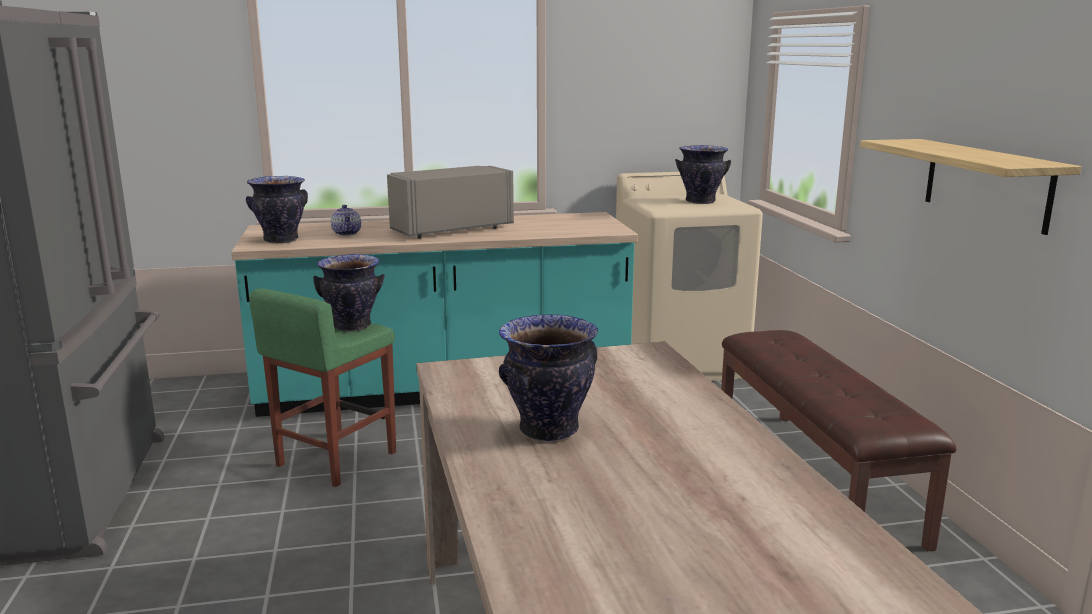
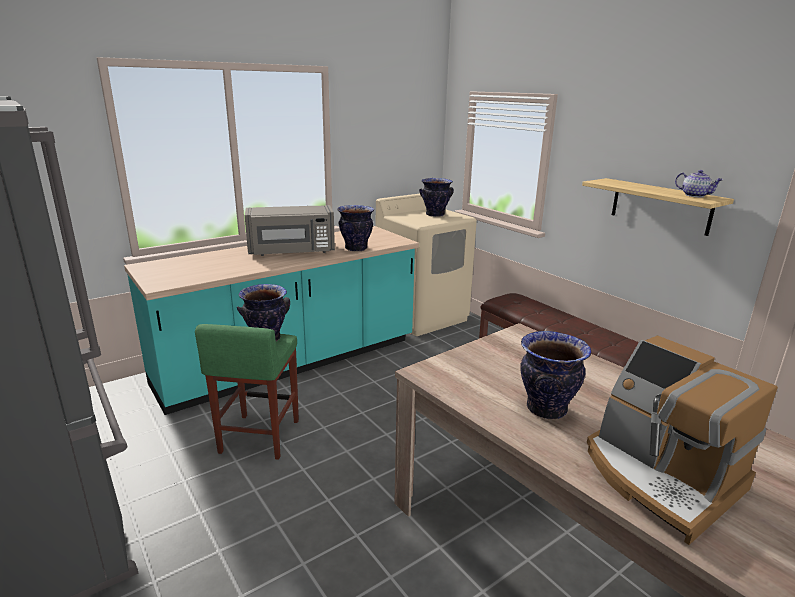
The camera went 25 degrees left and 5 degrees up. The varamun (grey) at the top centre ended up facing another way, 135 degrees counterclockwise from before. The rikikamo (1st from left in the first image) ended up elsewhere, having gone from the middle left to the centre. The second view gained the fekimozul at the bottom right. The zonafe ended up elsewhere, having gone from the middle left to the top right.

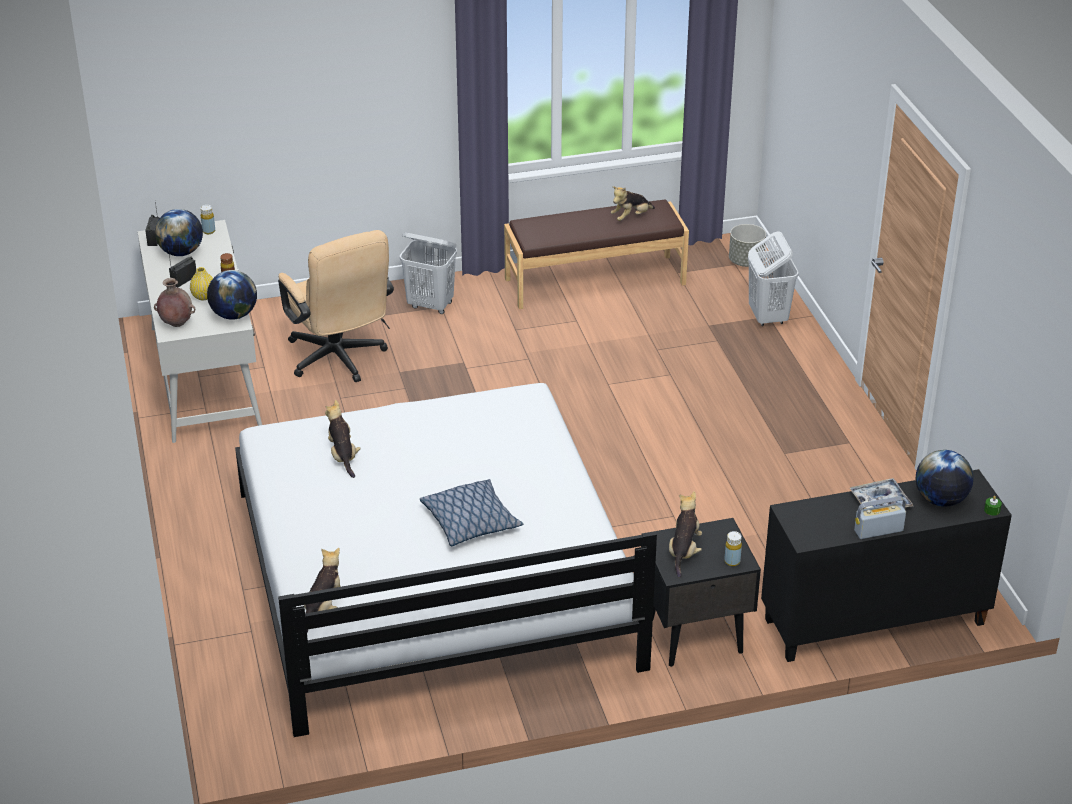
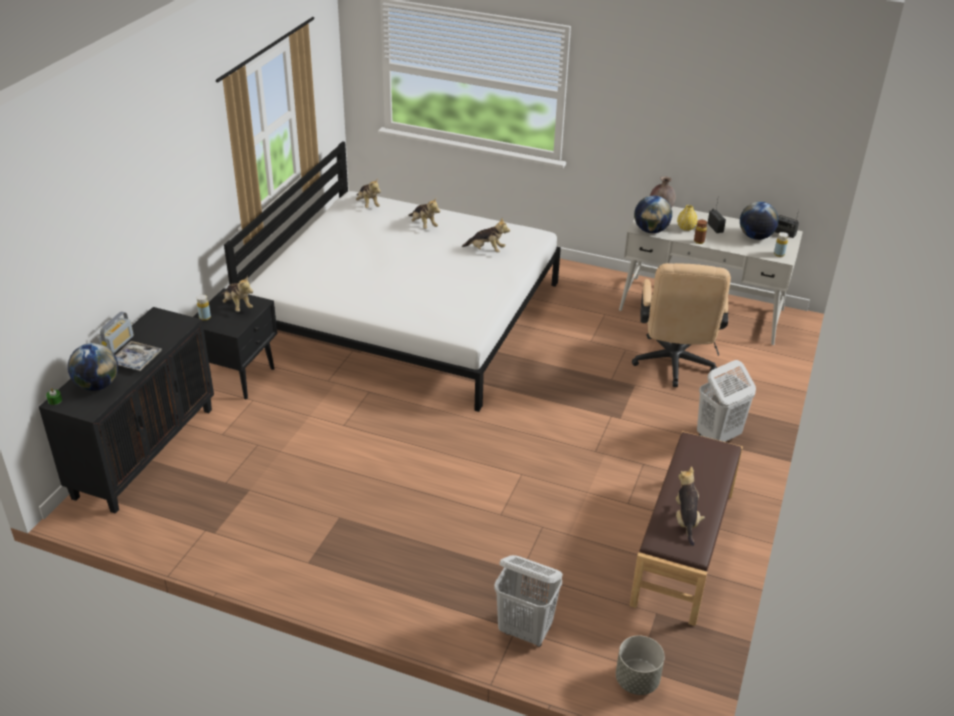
The camera went 125 degrees right and 0 degrees up. The second view gained the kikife (3rd from left) at the top centre. The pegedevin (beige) at the middle left ended up facing another way, 90 degrees counterclockwise from before. The second view lost the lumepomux at the centre.

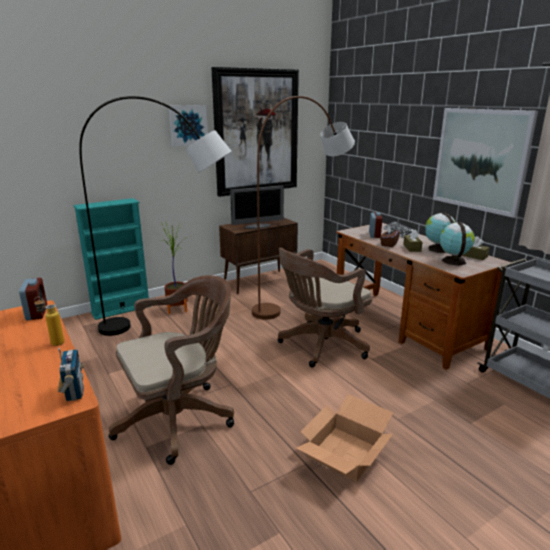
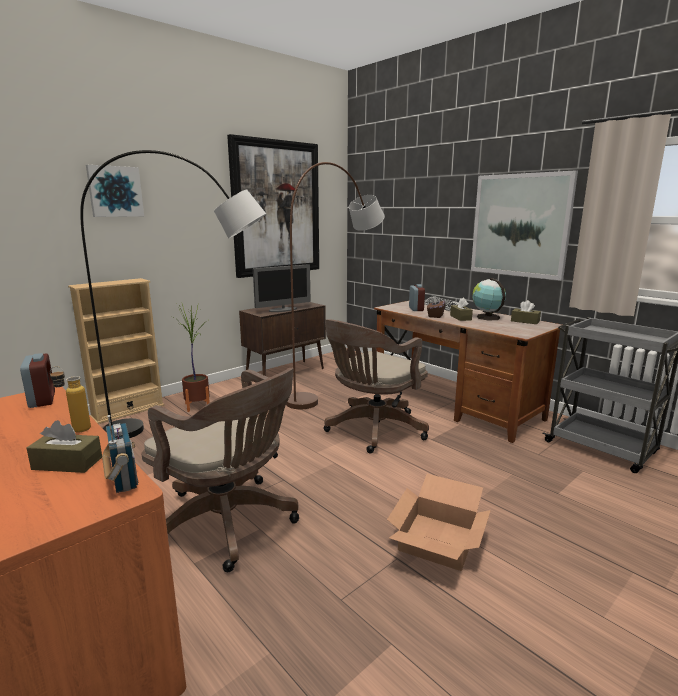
The camera went 10 degrees left and 5 degrees down. The second view gained the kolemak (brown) (1st from left) at the middle left. What was the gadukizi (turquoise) at the middle left turned into the gadukizi (beige) at the middle left. The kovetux (1st from left) ended up elsewhere, having gone from the top centre to the top left. The pegedevin (brown) (1st from left) at the bottom left ended up facing another way, 75 degrees clockwise from before. The second view lost the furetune (2nd from left) at the middle right.

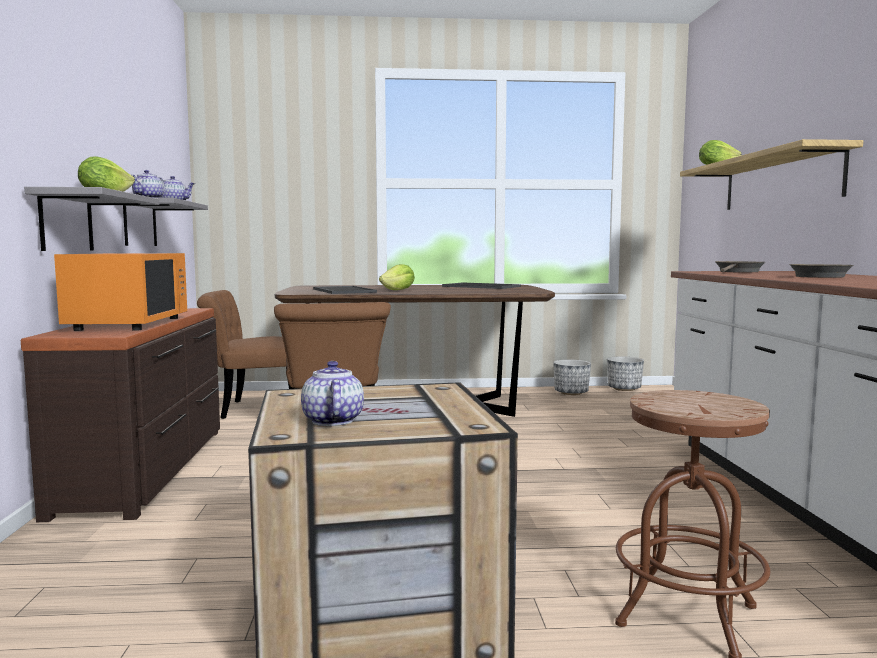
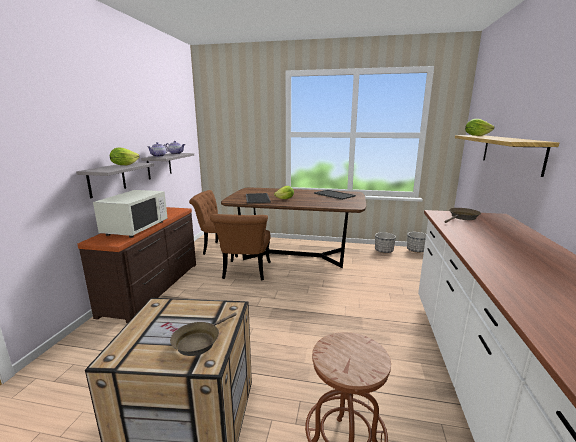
The camera went 15 degrees right and 10 degrees up. What was the varamun (orange) at the middle left turned into the varamun (white) at the middle left. The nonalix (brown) (2nd from left in the first image) ended up elsewhere, having gone from the middle right to the bottom centre. The second view lost the zonafe (3rd from left) at the centre.

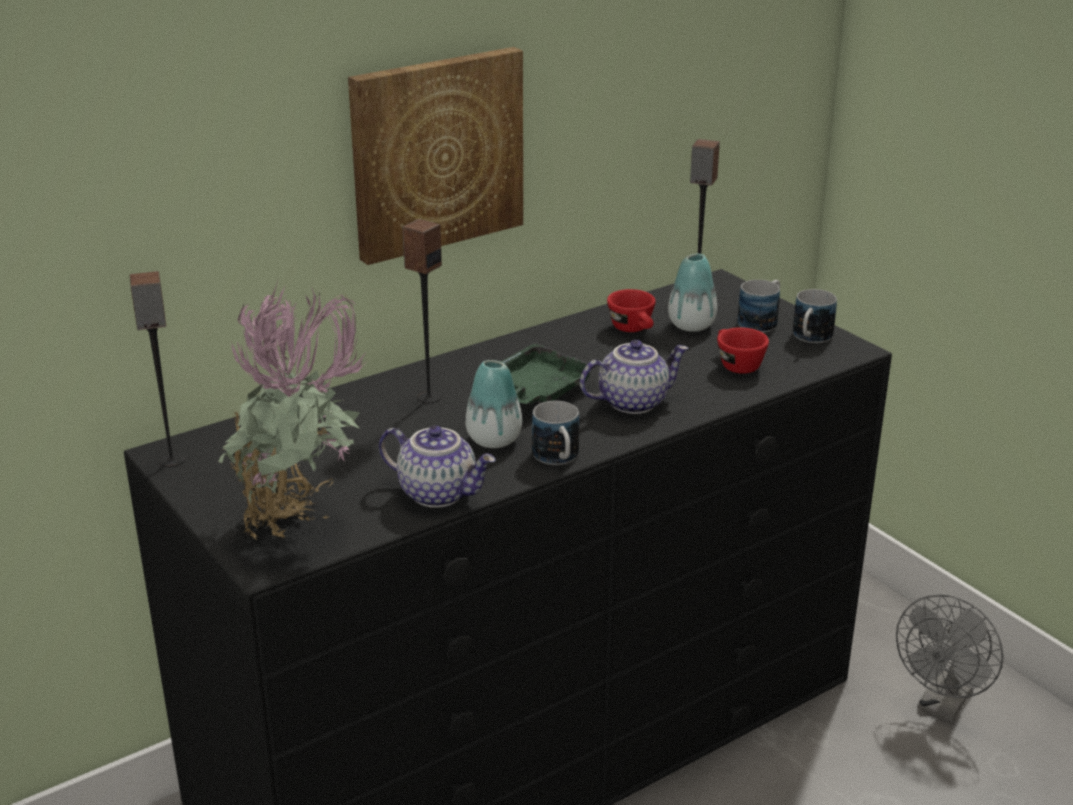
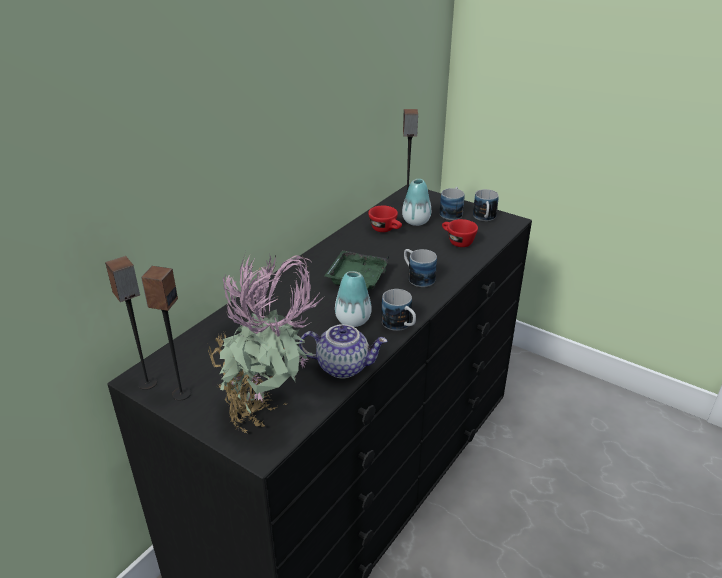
The camera went 20 degrees left and 5 degrees up. The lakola (2nd from left) ended up elsewhere, having gone from the centre to the middle left. Where the zonafe (2nd from left) stood at the centre, the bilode (2nd from left) came to stand at the centre. The second view lost the kovetux at the top centre. The second view lost the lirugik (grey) at the bottom right.

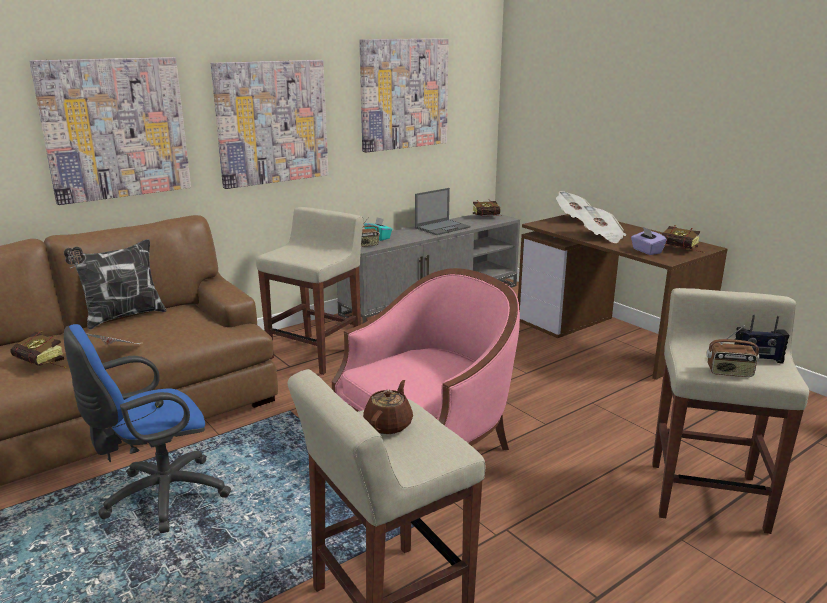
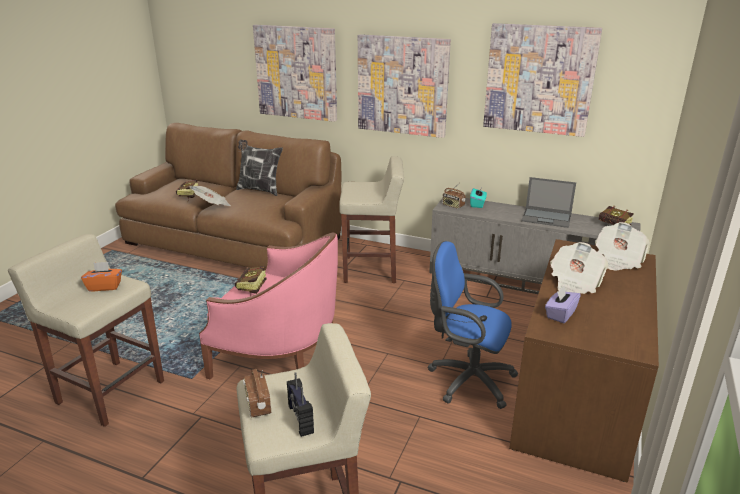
The camera went 60 degrees right and 5 degrees up. Where the zonafe (brown) stood at the bottom centre, the kolemak (orange) came to stand at the middle left. The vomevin (3rd from left in the first image) ended up elsewhere, having gone from the middle right to the centre. The pegedevin (blue) ended up elsewhere, having gone from the bottom left to the centre.

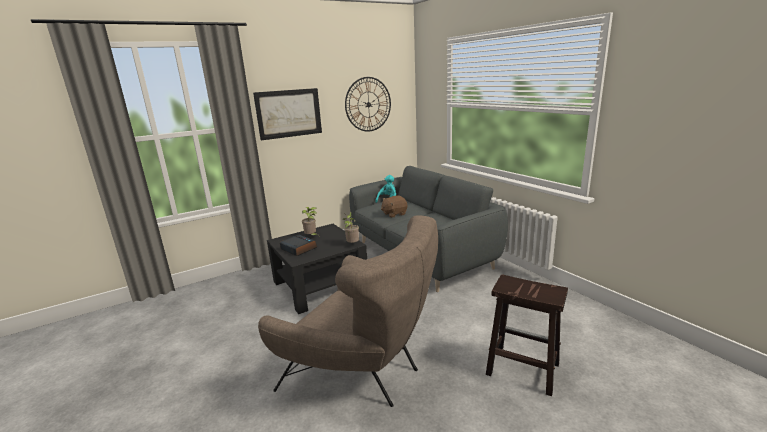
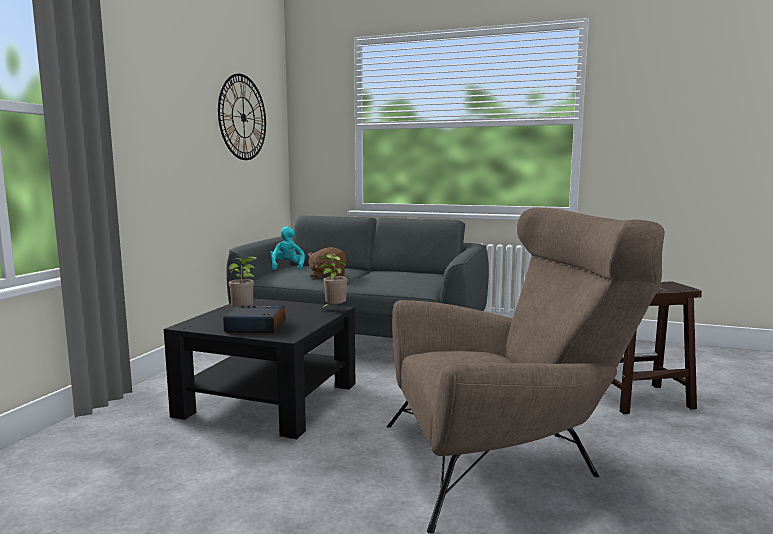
The camera went 40 degrees left and 10 degrees down. The second view lost the kovetux at the top centre.

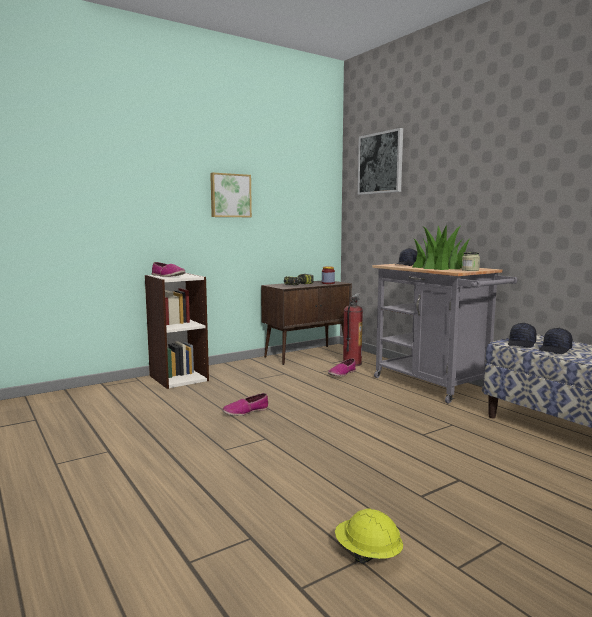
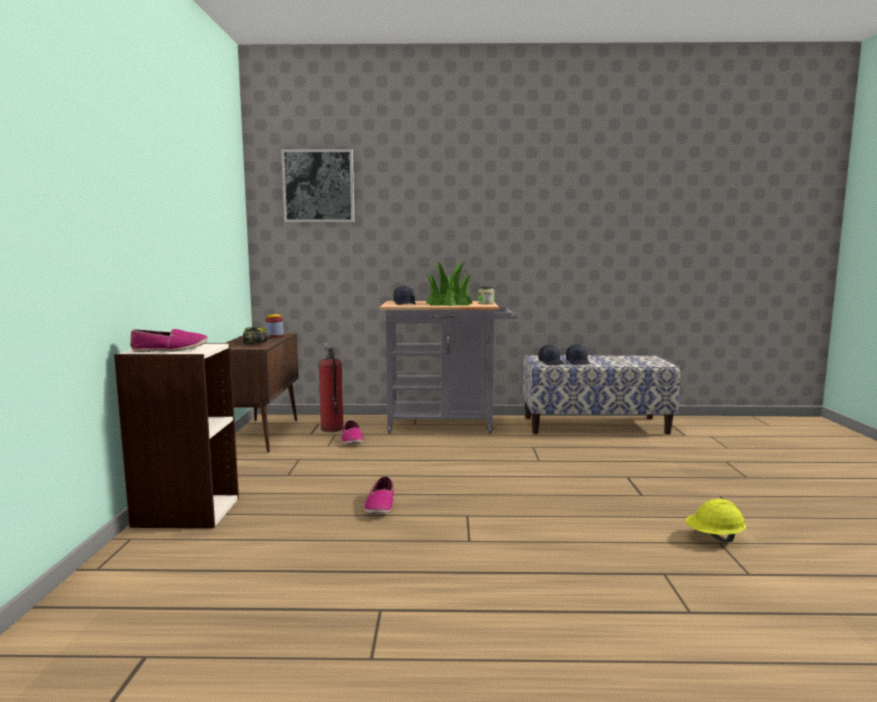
The camera went 55 degrees left and 0 degrees up. The second view lost the kovetux (1st from left) at the top centre.

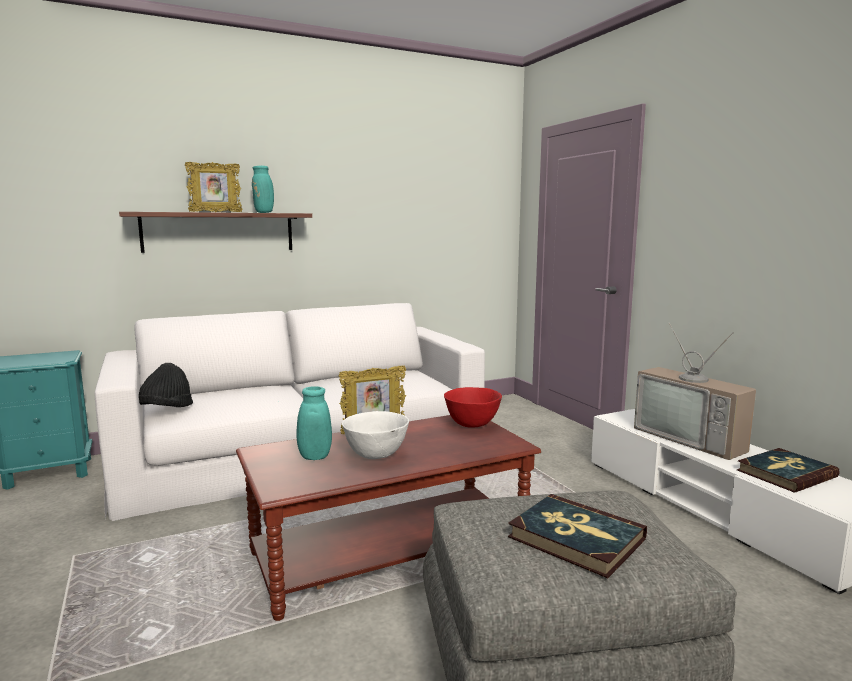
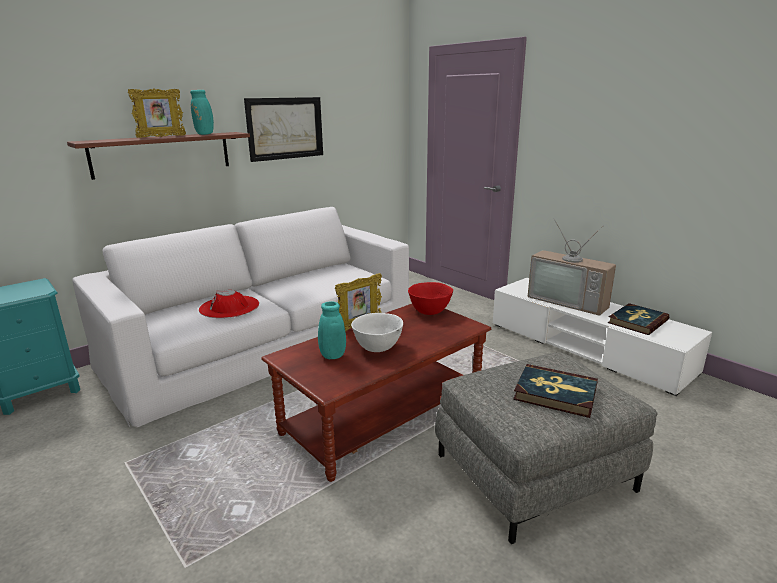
The camera went 15 degrees left and 10 degrees up. The second view gained the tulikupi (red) at the middle left. The second view gained the kovetux at the top centre. The second view lost the tulikupi (black) at the middle left.

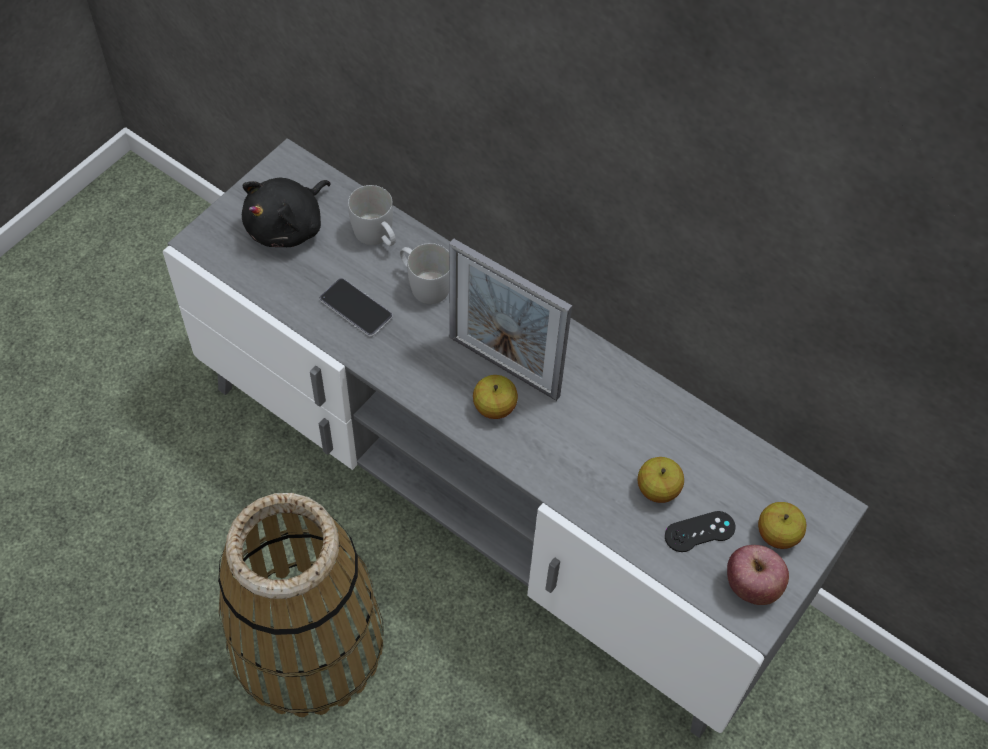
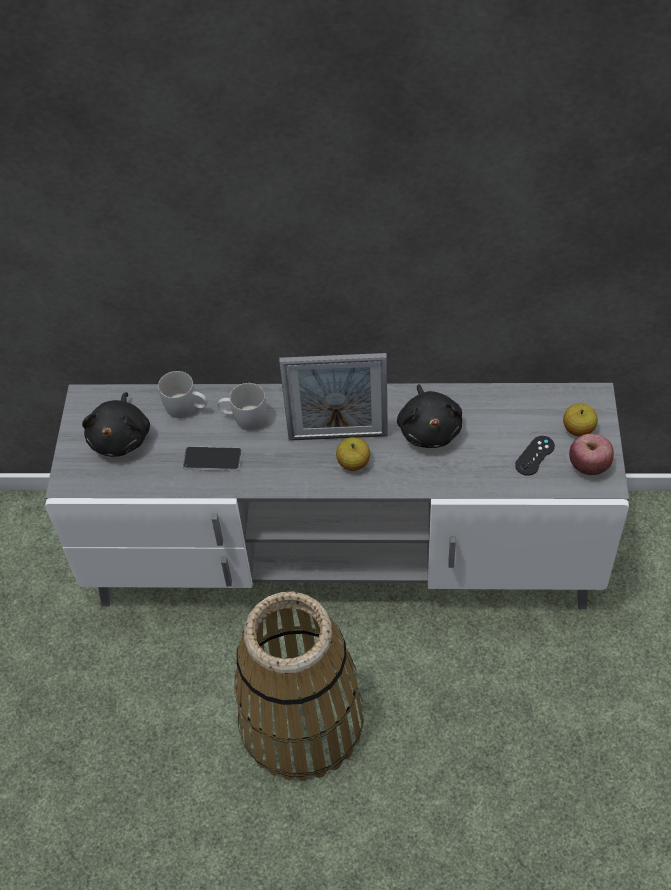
The camera went 30 degrees left and 5 degrees down. The second view gained the kikife (black) (2nd from left) at the centre. The second view lost the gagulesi (2nd from left) at the middle right.

